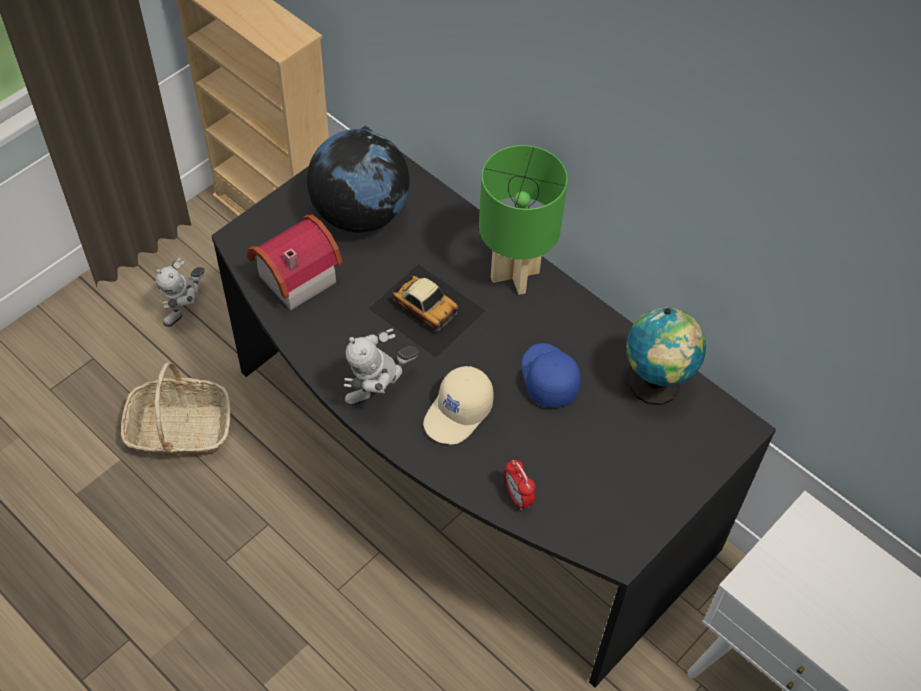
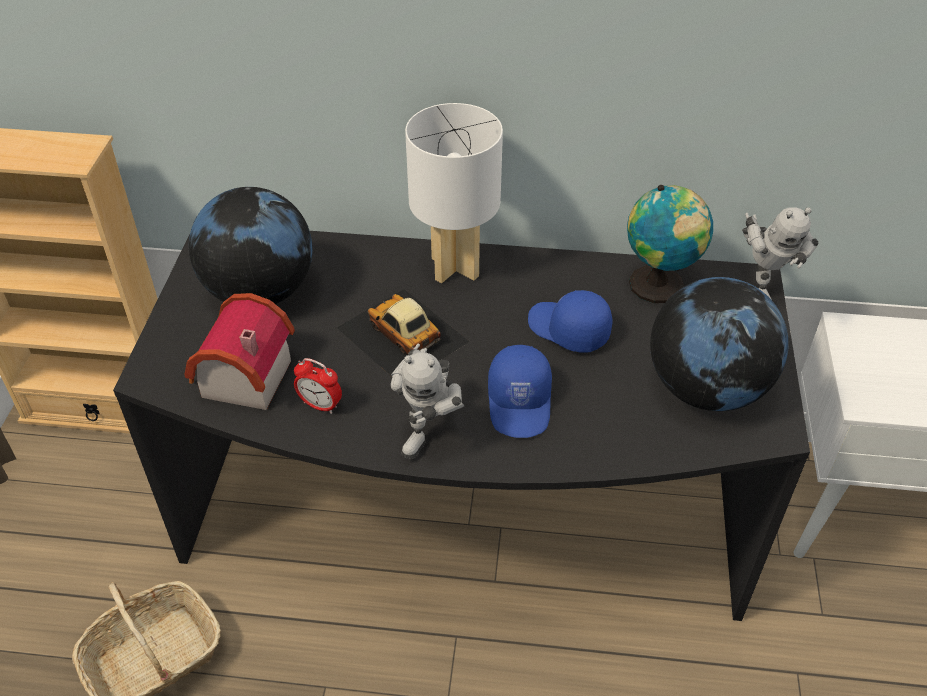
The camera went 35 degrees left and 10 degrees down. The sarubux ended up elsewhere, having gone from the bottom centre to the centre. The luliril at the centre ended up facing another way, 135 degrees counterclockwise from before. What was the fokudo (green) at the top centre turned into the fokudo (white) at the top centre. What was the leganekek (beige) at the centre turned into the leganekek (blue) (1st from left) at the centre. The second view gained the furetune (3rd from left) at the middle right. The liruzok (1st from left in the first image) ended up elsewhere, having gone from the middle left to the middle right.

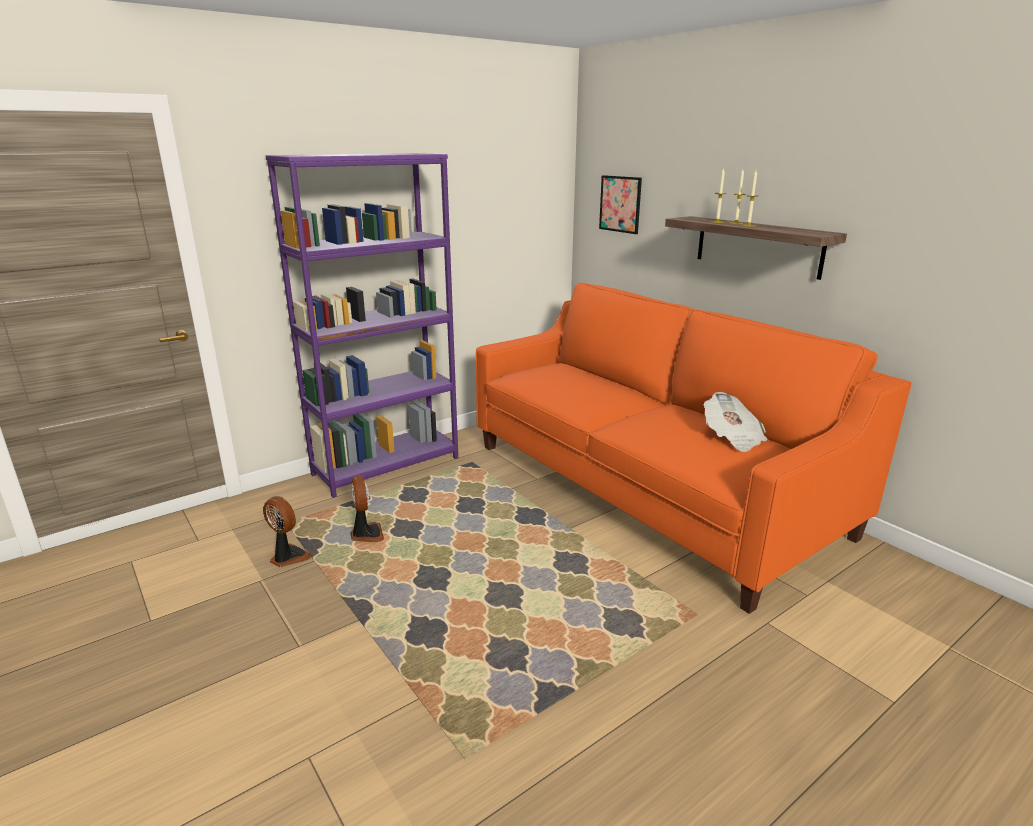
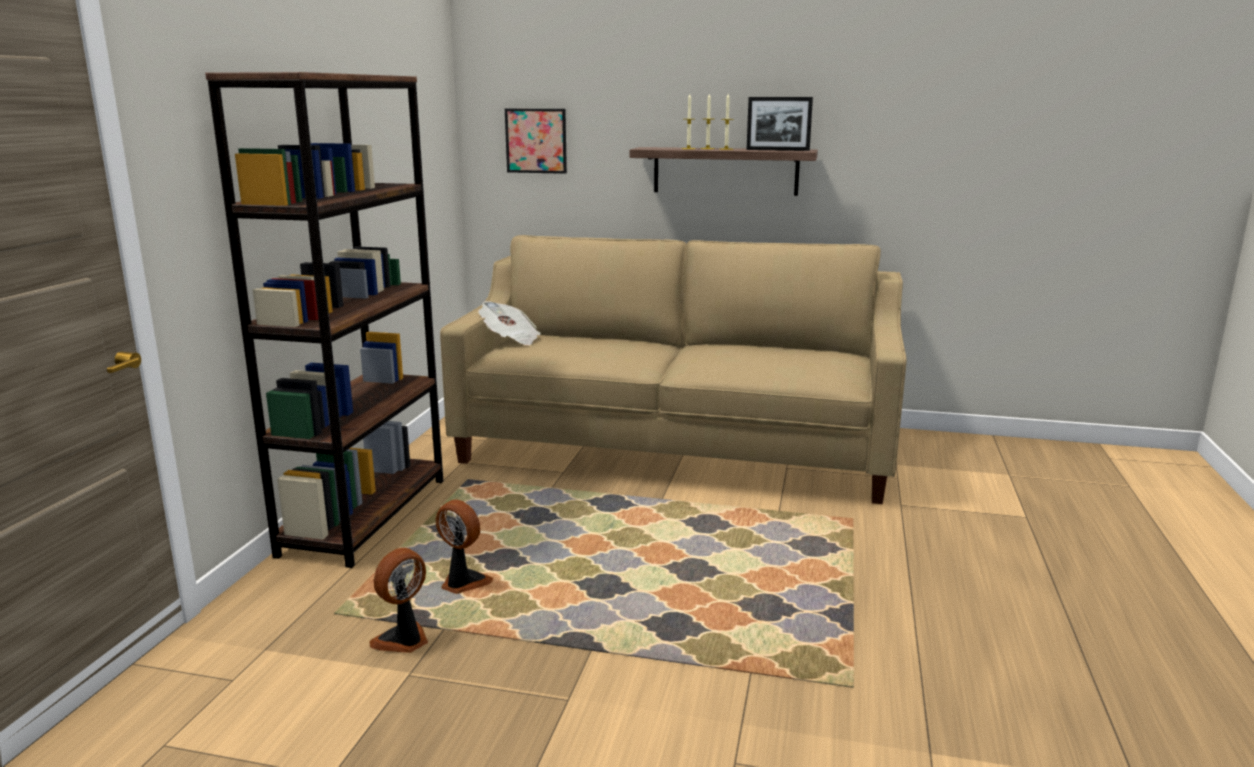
The camera went 40 degrees left and 5 degrees down. What was the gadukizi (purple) at the centre turned into the gadukizi (brown) at the middle left. The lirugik (1st from left) at the middle left ended up facing another way, 45 degrees counterclockwise from before. What was the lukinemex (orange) at the middle right turned into the lukinemex (beige) at the centre. The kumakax ended up elsewhere, having gone from the middle right to the centre. The second view gained the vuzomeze at the top centre.

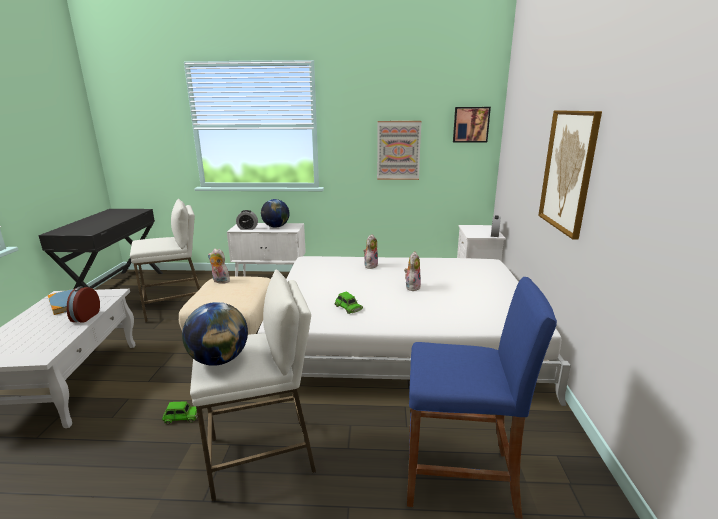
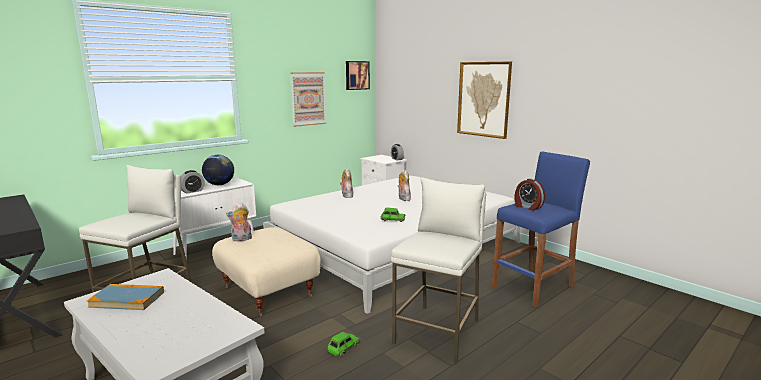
The camera went 45 degrees left and 5 degrees down. The sarubux (1st from left in the first image) ended up elsewhere, having gone from the middle left to the middle right. The second view lost the furetune (1st from left) at the middle left.

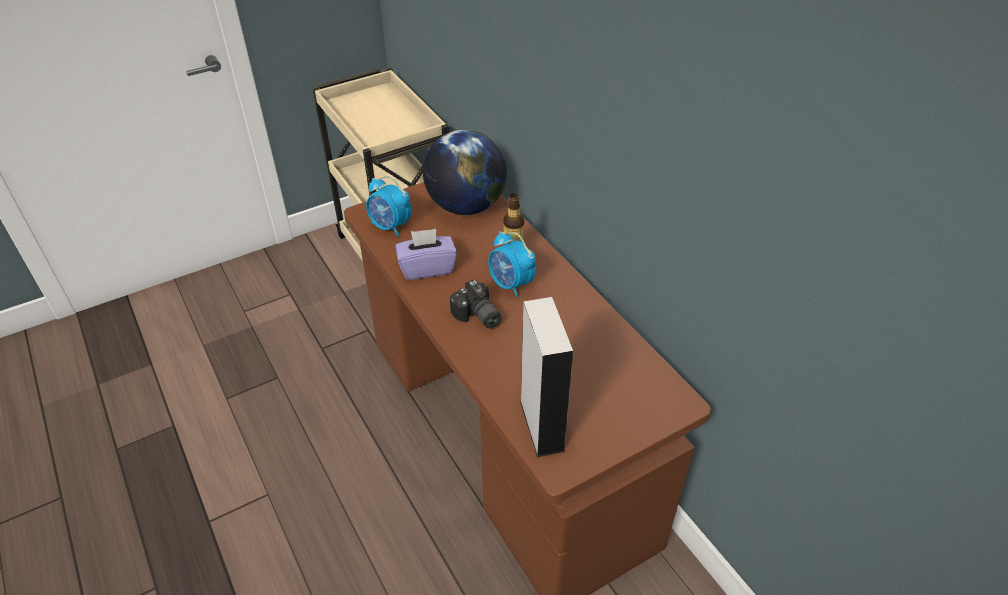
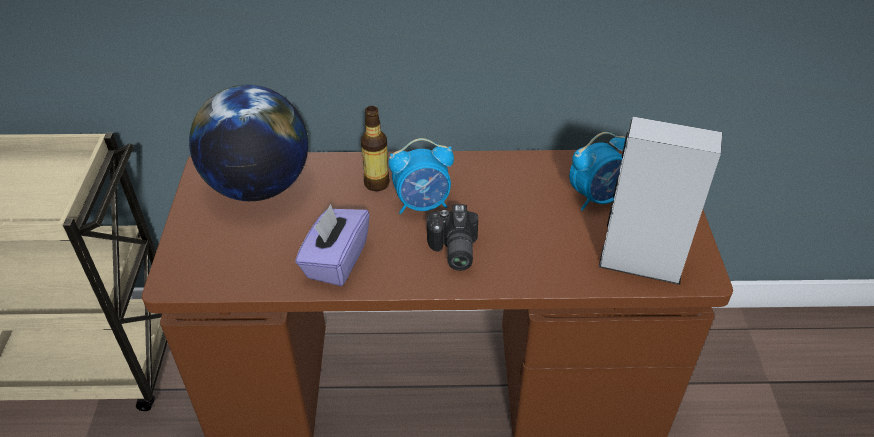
The camera went 60 degrees left and 0 degrees up. The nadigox at the centre ended up facing another way, 90 degrees clockwise from before. The sarubux (1st from left in the first image) ended up elsewhere, having gone from the centre to the middle right.

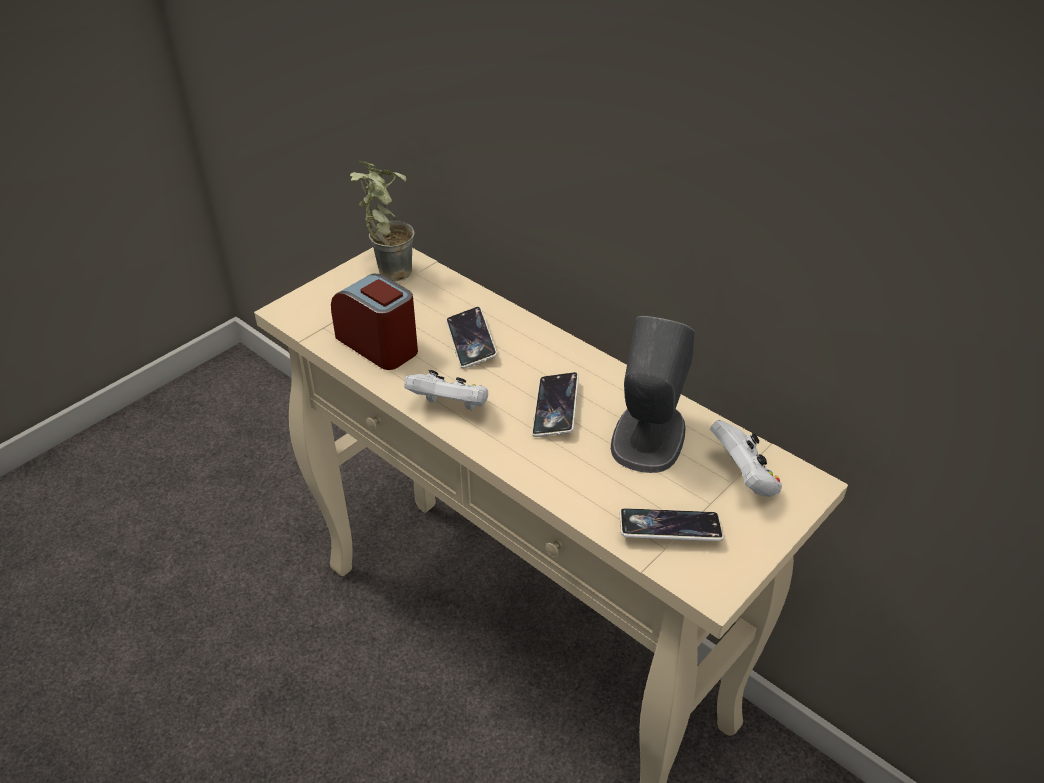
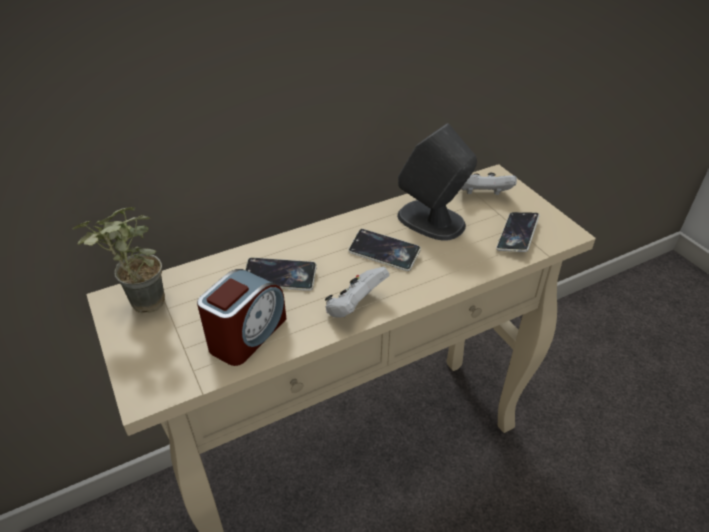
The camera went 70 degrees left and 0 degrees up. The sarubux at the centre ended up facing another way, 150 degrees clockwise from before.

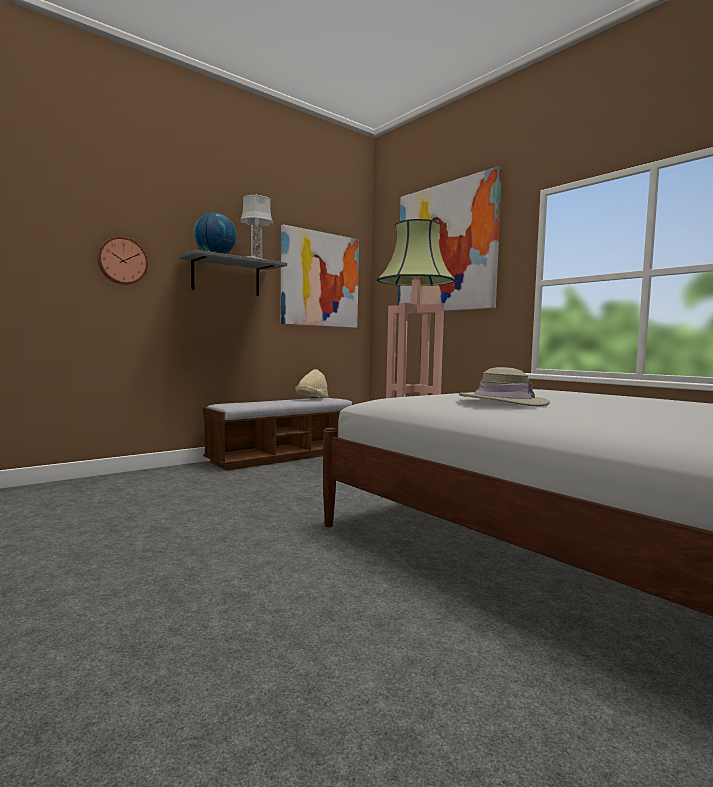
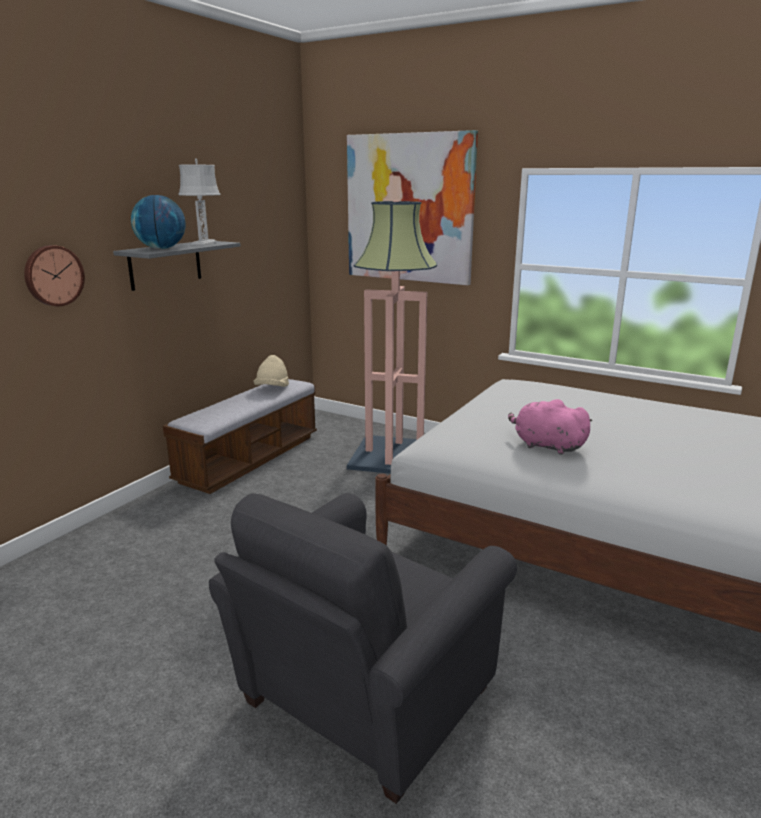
The camera went 20 degrees left and 15 degrees up. The second view gained the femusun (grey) at the bottom centre. Where the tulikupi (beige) (2nd from left) stood at the middle right, the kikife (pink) came to stand at the middle right. The second view lost the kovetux (1st from left) at the centre.

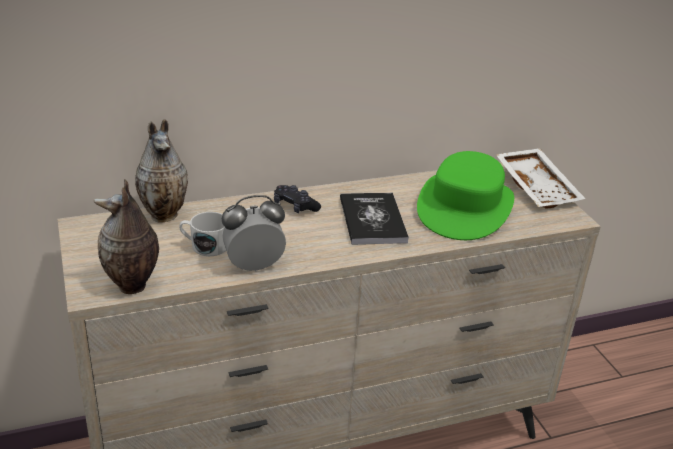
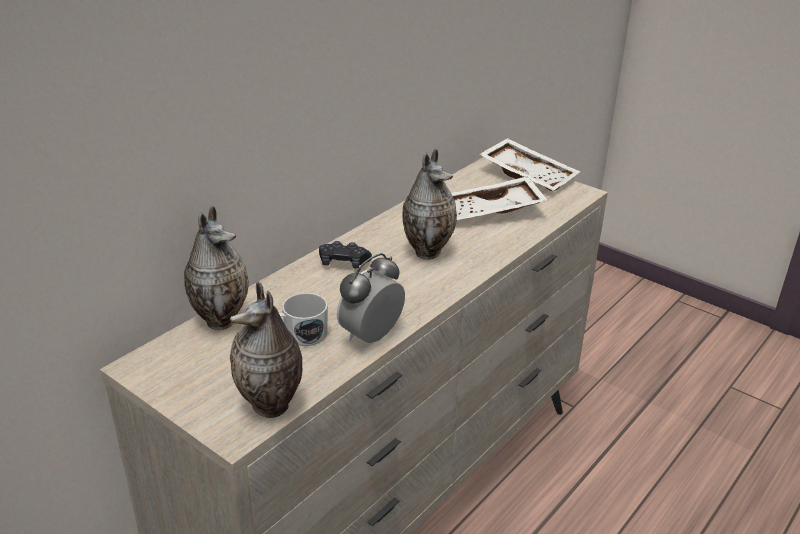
The camera went 30 degrees left and 0 degrees up. Where the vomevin stood at the centre, the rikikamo (3rd from left) came to stand at the centre. Where the tulikupi (green) stood at the middle right, the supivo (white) (1st from left) came to stand at the centre.

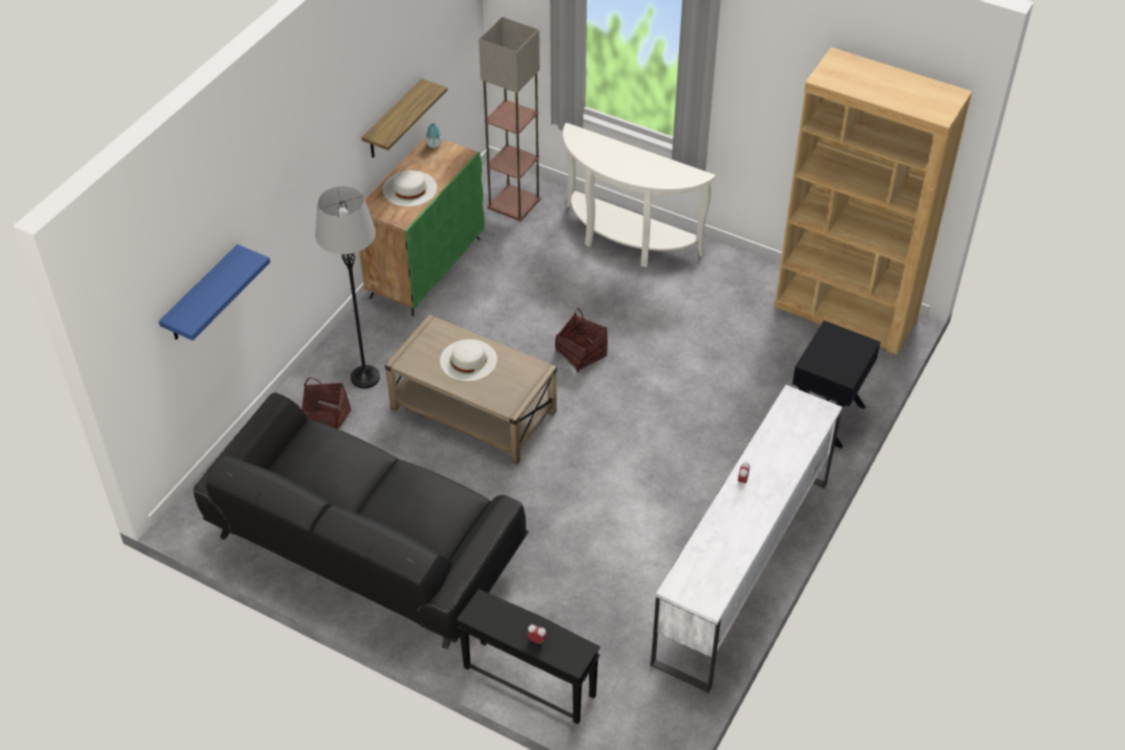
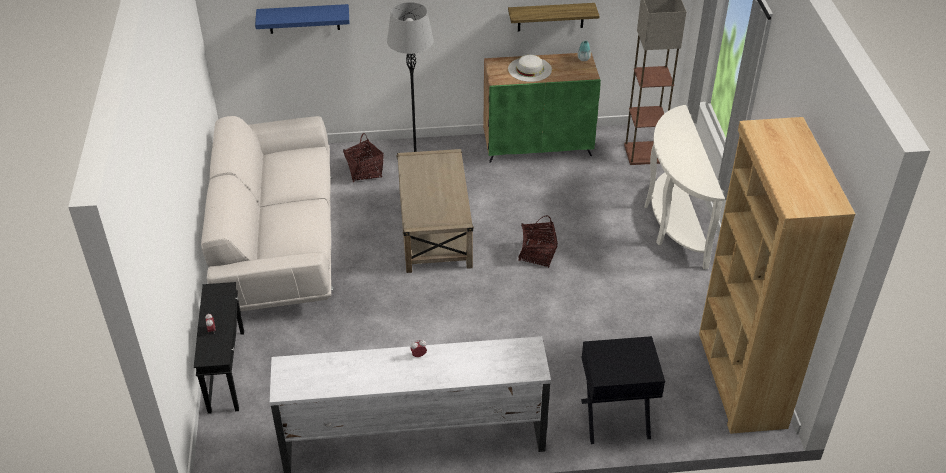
The camera went 55 degrees right and 5 degrees down. What was the lukinemex (black) at the bottom left turned into the lukinemex (white) at the middle left. The second view lost the tulikupi (white) (2nd from left) at the centre.

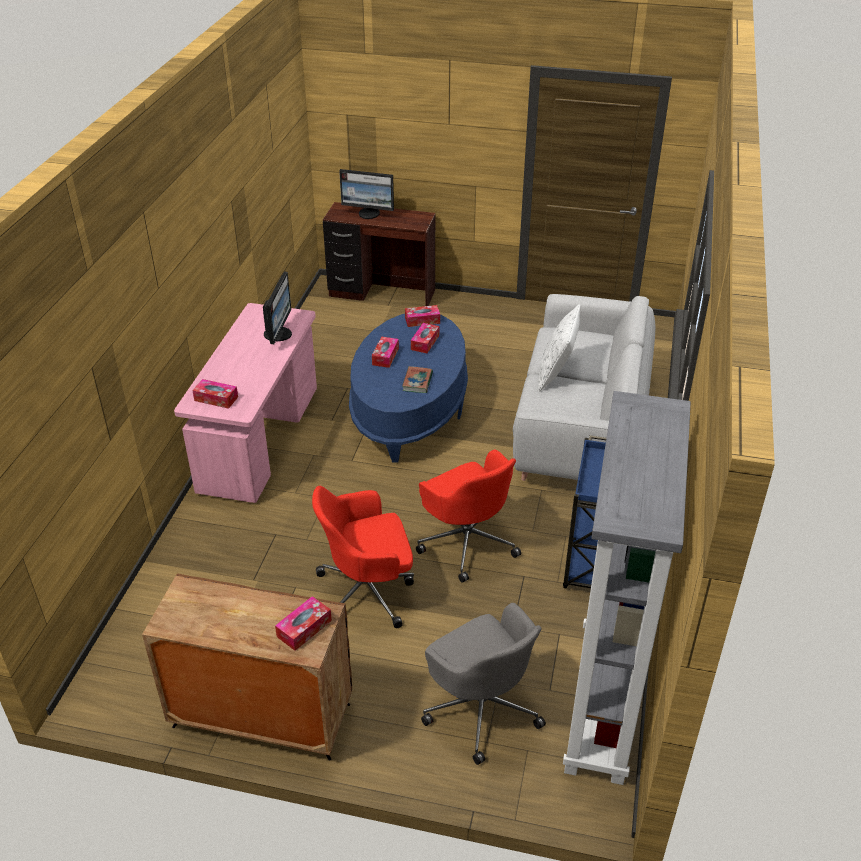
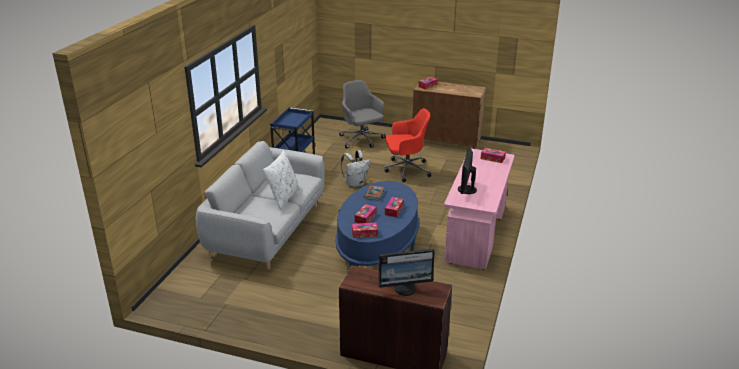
The camera went 175 degrees left and 10 degrees down. Where the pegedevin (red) (2nd from left) stood at the centre, the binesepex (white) came to stand at the centre. The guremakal (2nd from left in the first image) at the top centre ended up facing another way, 150 degrees clockwise from before. The second view lost the gadukizi (grey) at the bottom right.

